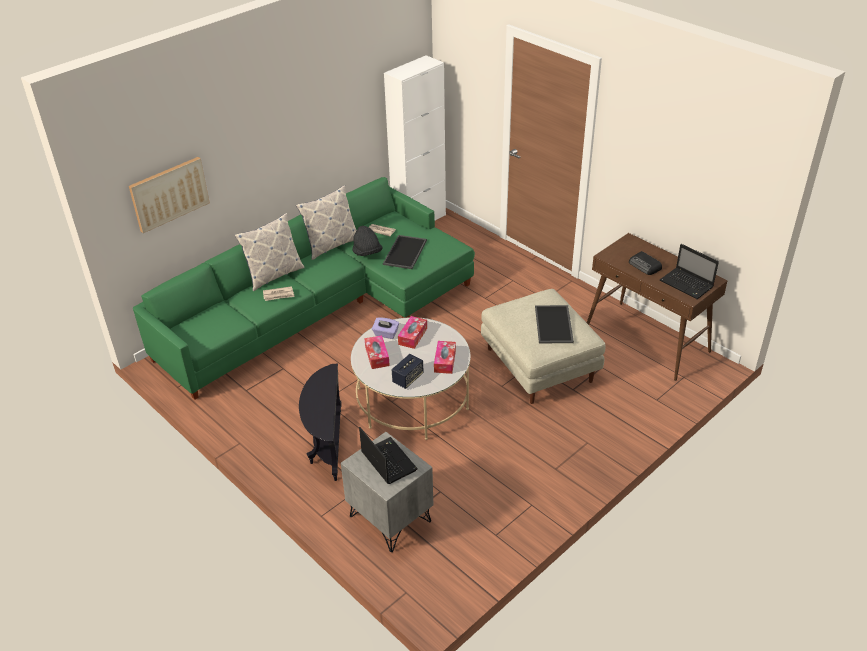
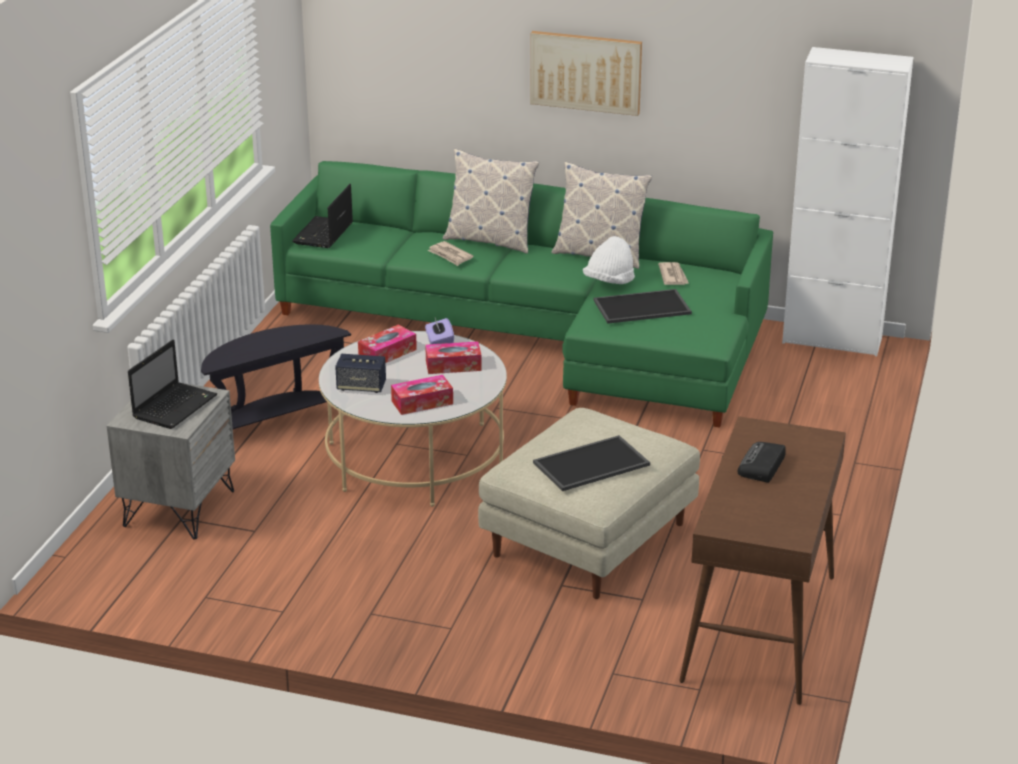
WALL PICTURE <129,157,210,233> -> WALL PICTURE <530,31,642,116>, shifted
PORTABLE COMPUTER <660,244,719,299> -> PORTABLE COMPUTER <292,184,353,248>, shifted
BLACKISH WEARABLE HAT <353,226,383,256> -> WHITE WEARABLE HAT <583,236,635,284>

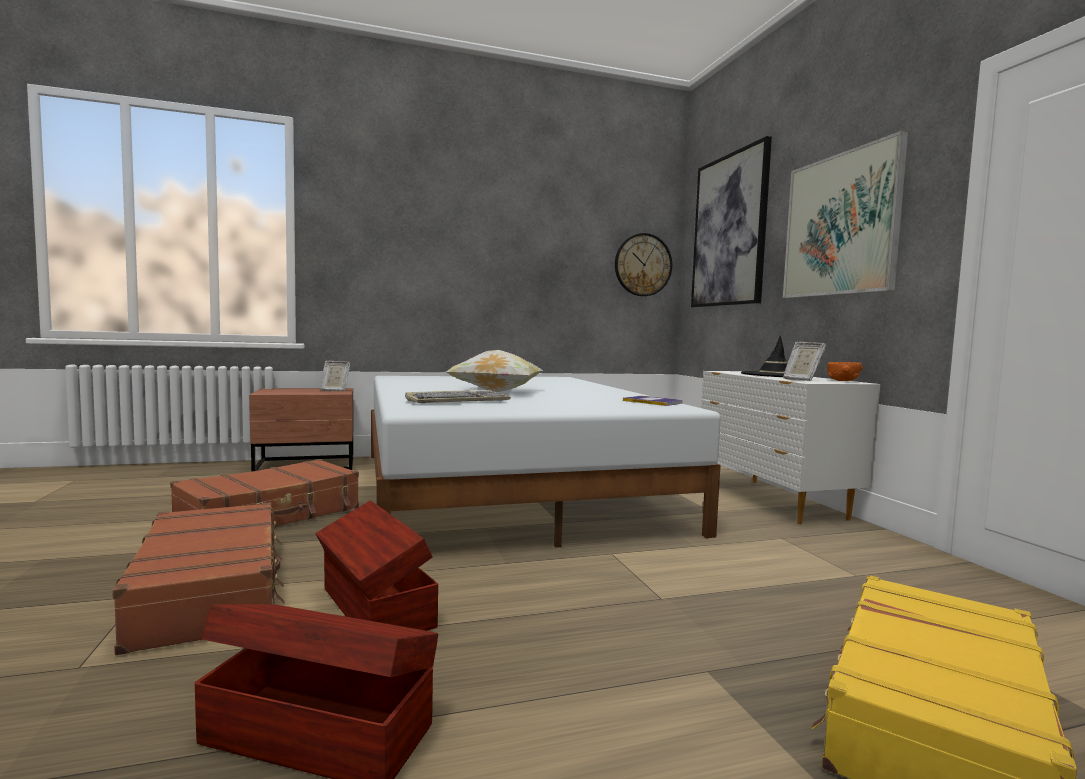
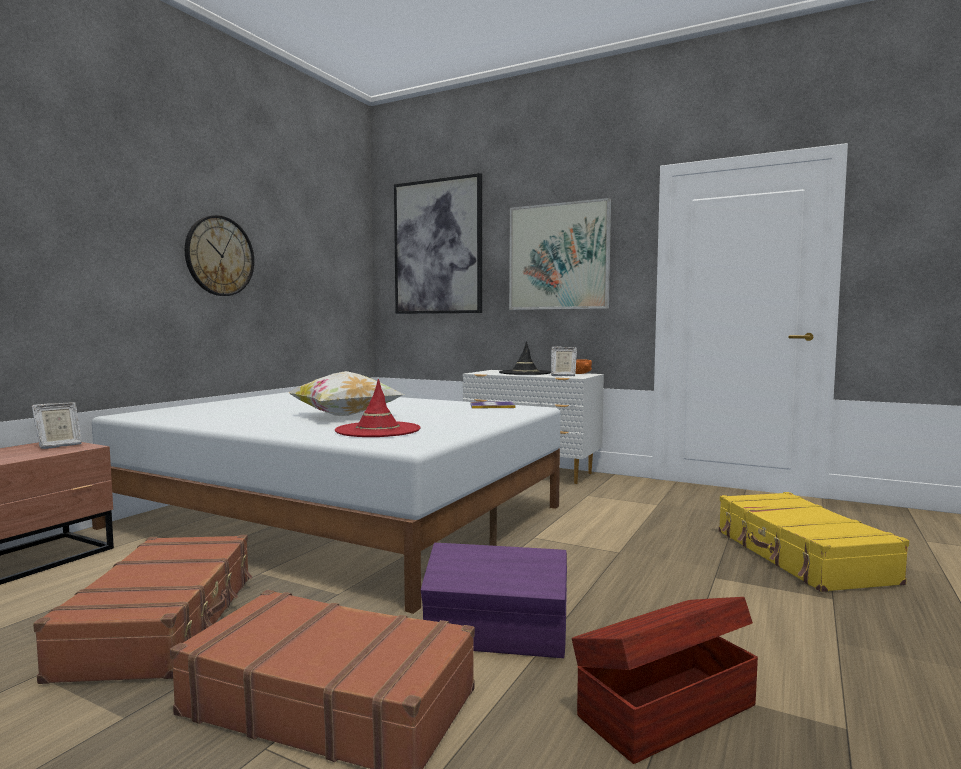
WALL CLOCK <615,233,672,296> -> WALL CLOCK <185,215,254,296>, shifted
COMPUTER KEYBOARD <405,390,511,403> -> REDDISH WEARABLE HAT <335,379,421,437>
BROWN-COLOURED STORAGE BOX <315,500,438,631> -> PURPLE STORAGE BOX <421,543,567,658>

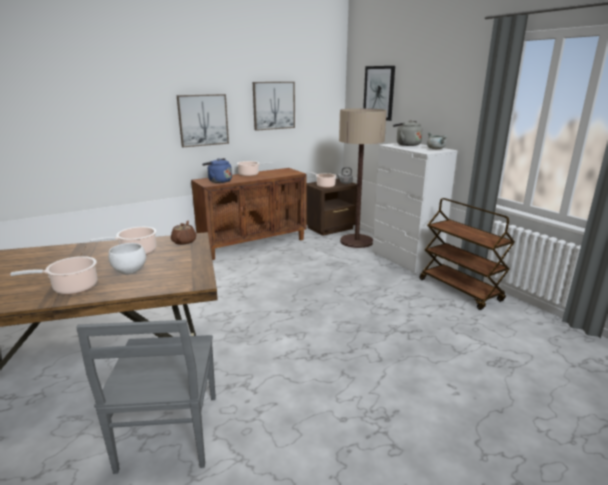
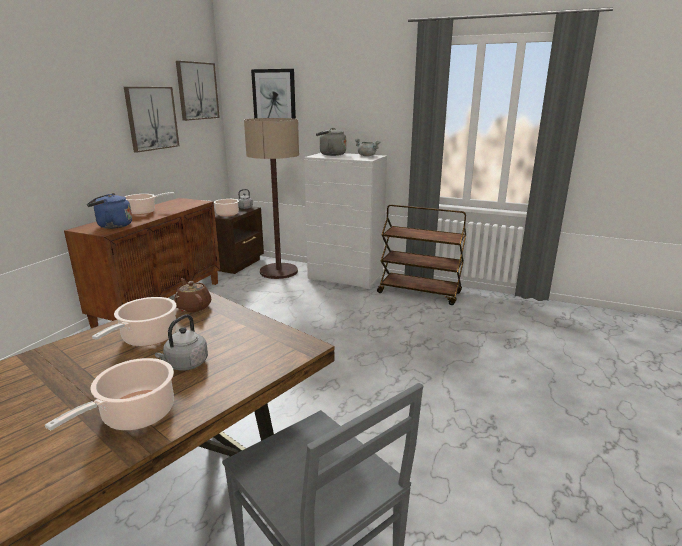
WALL PICTURE <177,94,229,147> -> WALL PICTURE <176,61,220,121>, shifted
WHITE BOWL <108,243,146,275> -> GREY TEA KETTLE <155,314,208,371>

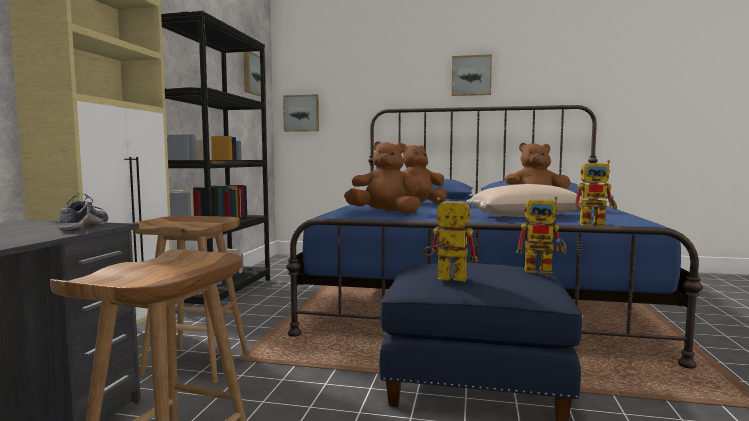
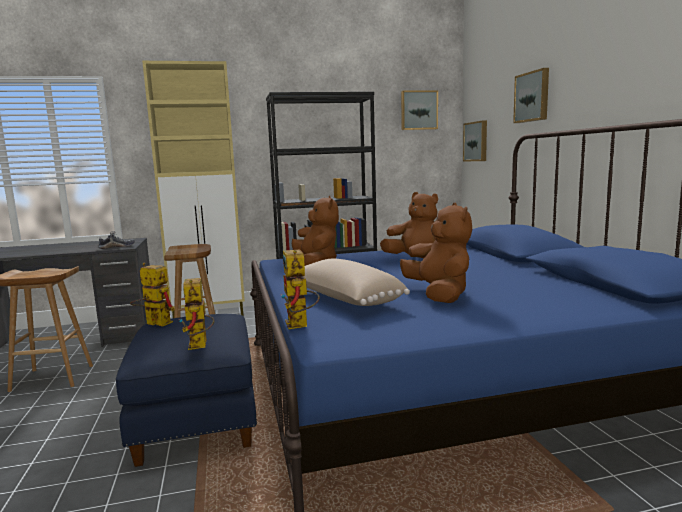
WALL PICTURE <452,54,492,96> -> WALL PICTURE <513,68,549,123>, shifted
MODEL ROBOT <421,197,478,282> -> MODEL ROBOT <130,263,175,327>, 60 degrees counterclockwise

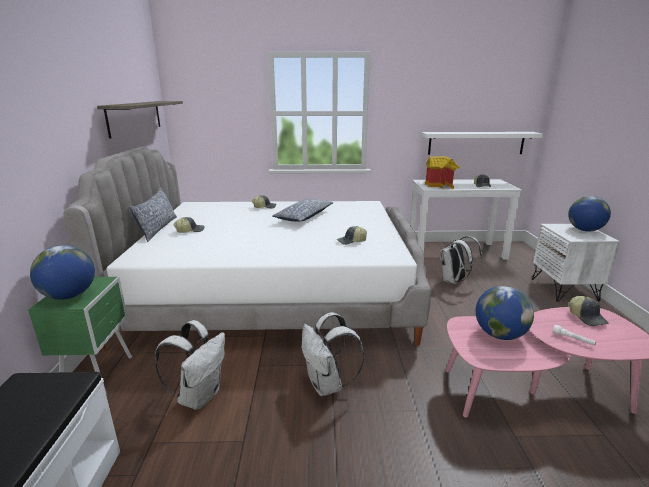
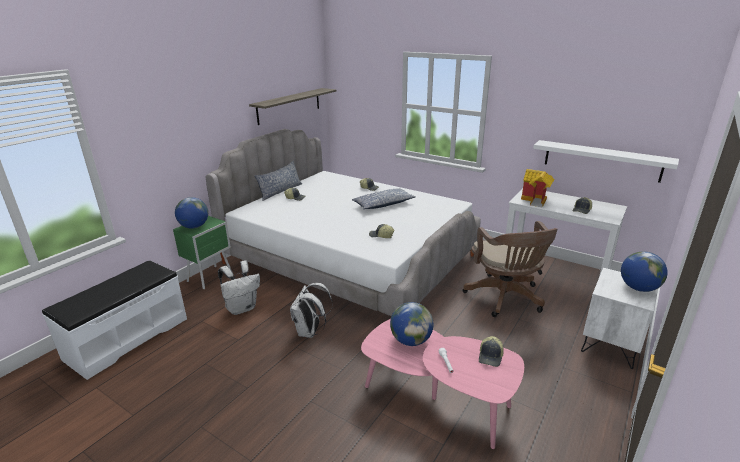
WHITE BACKPACK <440,236,482,284> -> BROWN-COLOURED OFFICE CHAIR <463,221,558,317>

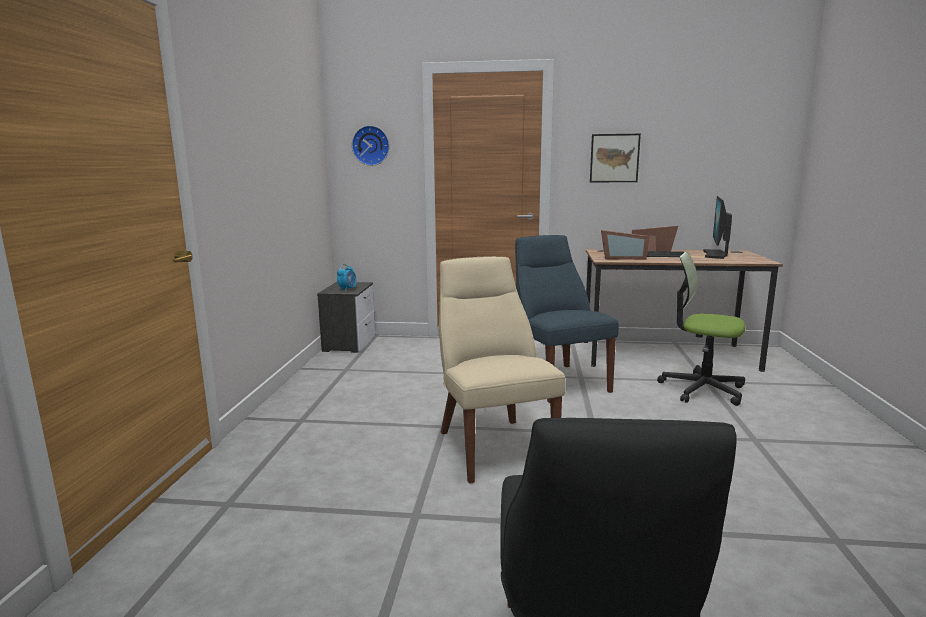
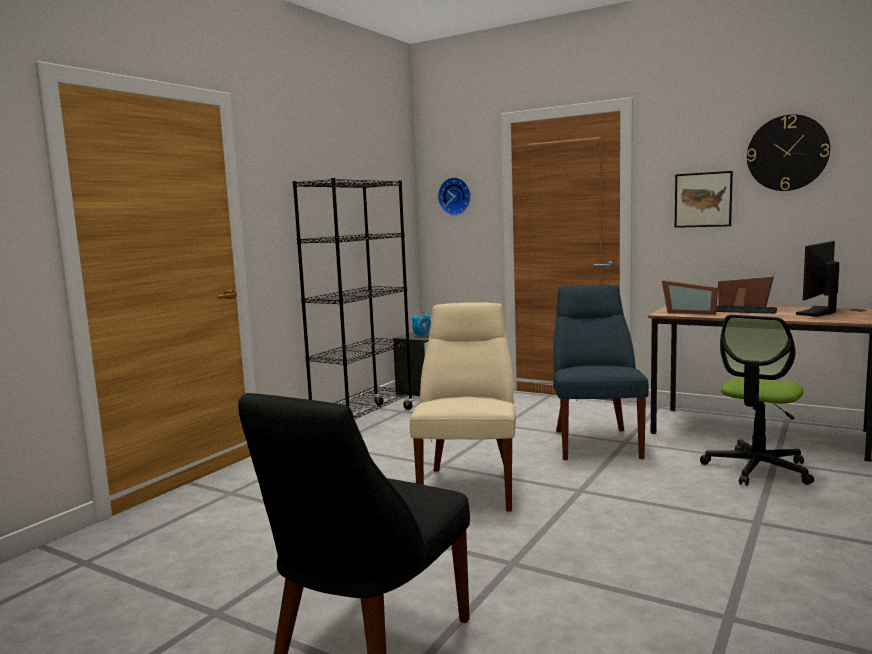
none -> BLACKISH SHELVING UNIT <293,178,413,419>
none -> WALL CLOCK <747,114,830,191>
OFFICE CHAIR <657,252,745,406> -> OFFICE CHAIR <700,315,814,486>, 105 degrees counterclockwise

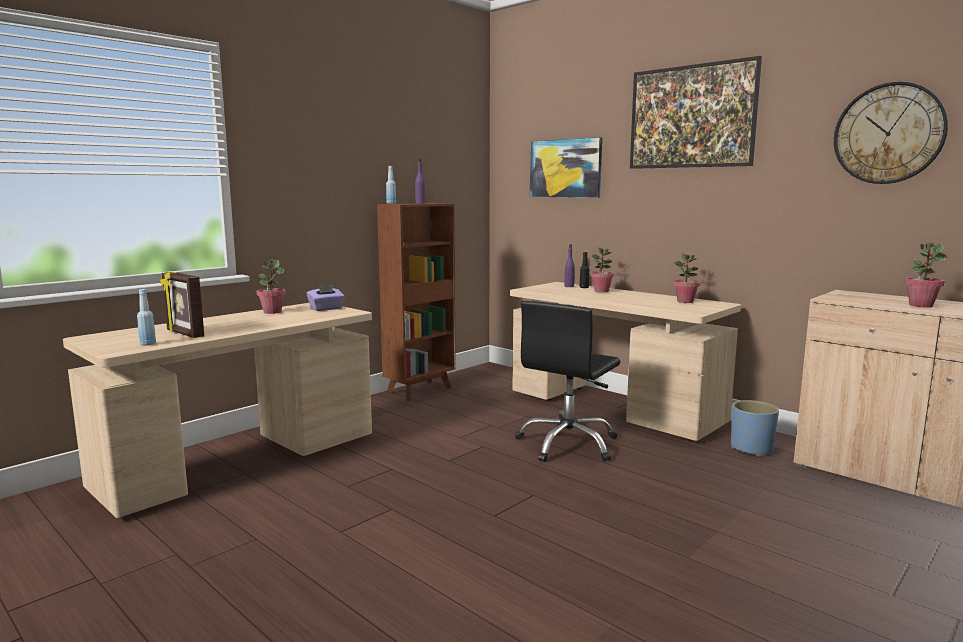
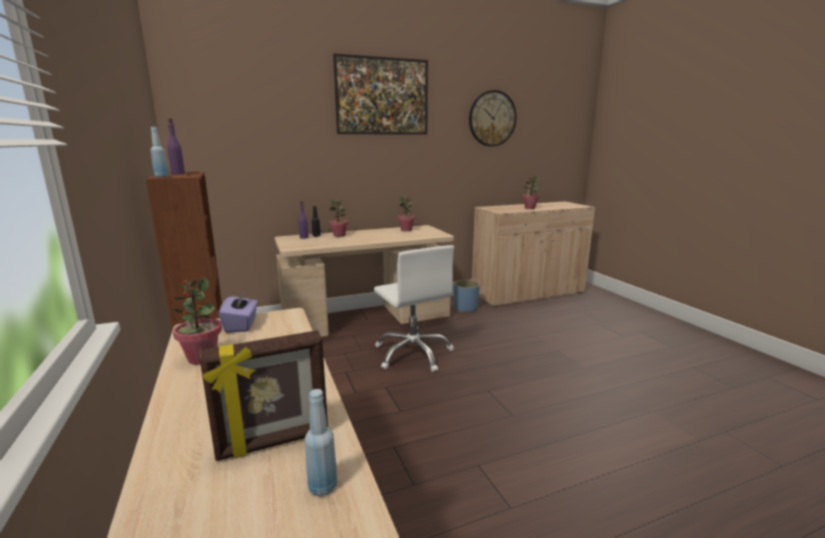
WALL PICTURE <530,137,602,198> -> none
BLACKISH OFFICE CHAIR <515,301,620,462> -> WHITE OFFICE CHAIR <374,245,454,372>

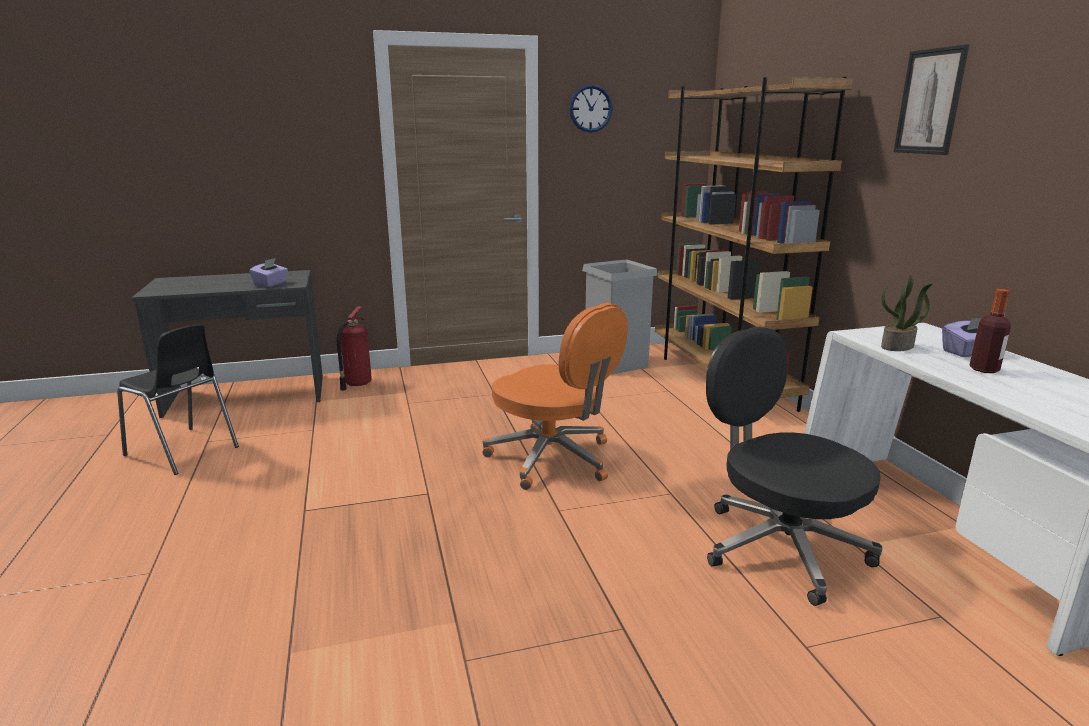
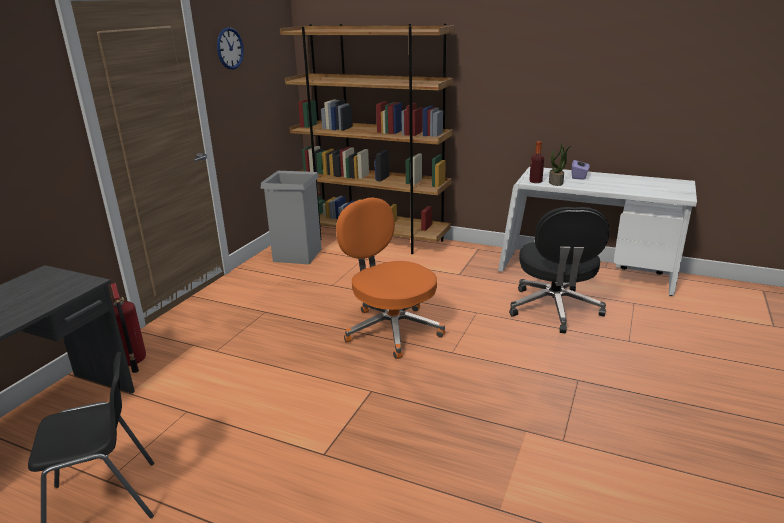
PURPLE TISSUE HOLDER <249,258,288,287> -> none
WALL PICTURE <894,44,969,155> -> none
BOTTLE <969,289,1011,373> -> BOTTLE <529,141,544,183>, shifted
ORANGE-COLOURED OFFICE CHAIR <483,303,628,490> -> ORANGE-COLOURED OFFICE CHAIR <336,197,445,359>, 120 degrees counterclockwise
BLACKISH OFFICE CHAIR <706,327,883,606> -> BLACKISH OFFICE CHAIR <509,207,609,334>, 90 degrees counterclockwise

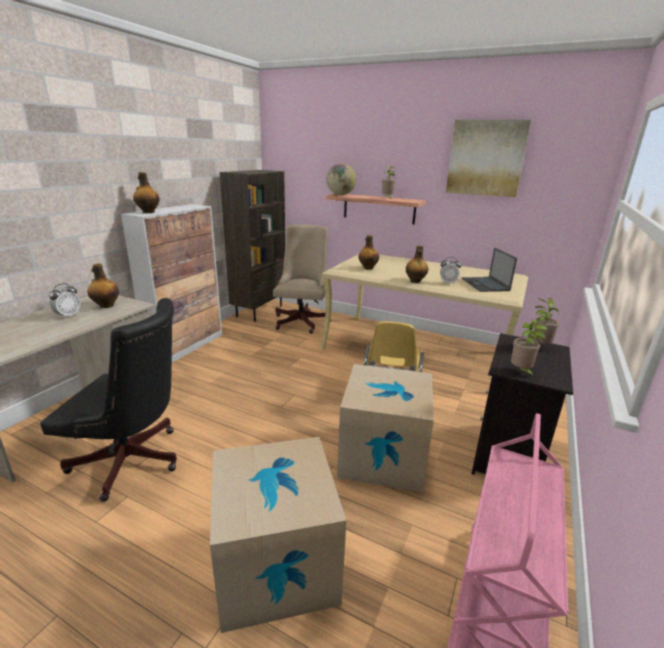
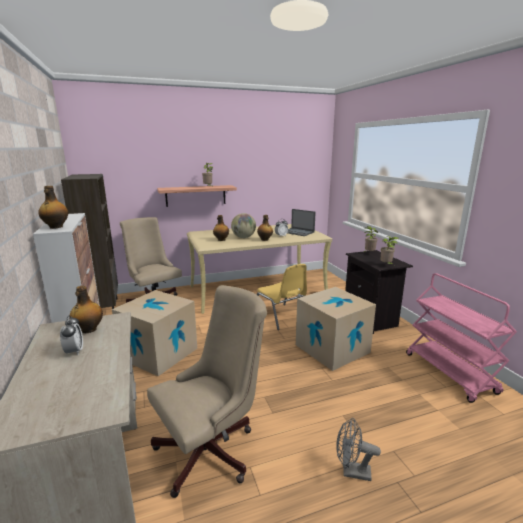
WALL PICTURE <446,120,531,197> -> none
none -> GREY COOLING FAN <336,418,381,481>
CARDBOARD BOX <210,437,347,633> -> CARDBOARD BOX <112,290,197,376>, shifted
GLOBE <326,163,356,195> -> GLOBE <231,213,256,238>, shifted
BLACKISH OFFICE CHAIR <40,298,177,502> -> BEIGE OFFICE CHAIR <147,285,267,498>

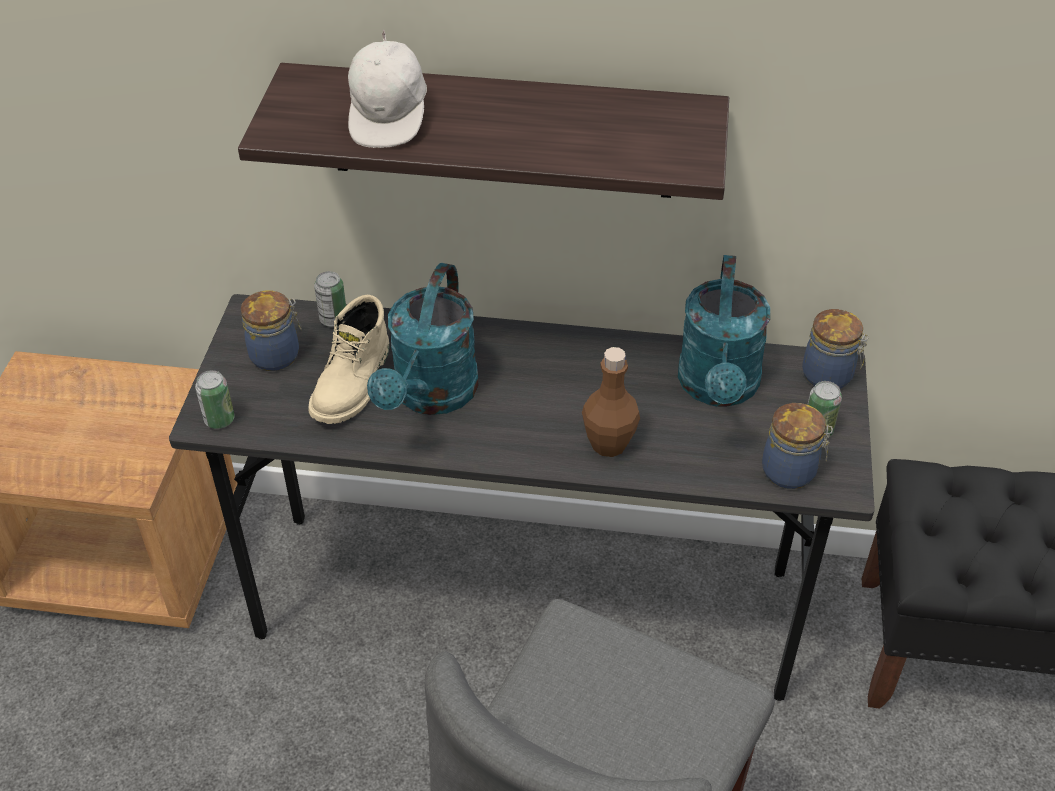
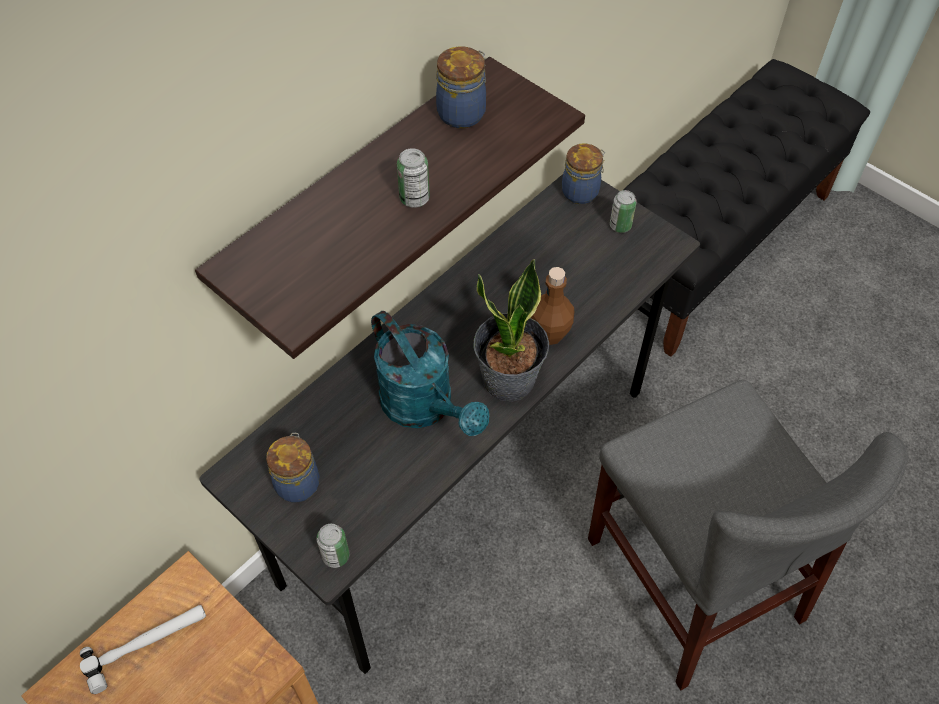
BEIGE BOOT <309,295,389,424> -> none
WHITE PEAKED CAP <348,30,427,148> -> none
TURQUOISE WATERING CAN <678,255,770,407> -> none
none -> HAMMER <80,605,206,694>
none -> HOUSEPLANT <473,259,549,402>
METAL CAN <314,271,346,327> -> METAL CAN <397,148,430,208>, shifted
STORAGE JAR <762,403,833,489> -> STORAGE JAR <436,46,486,128>, shifted

